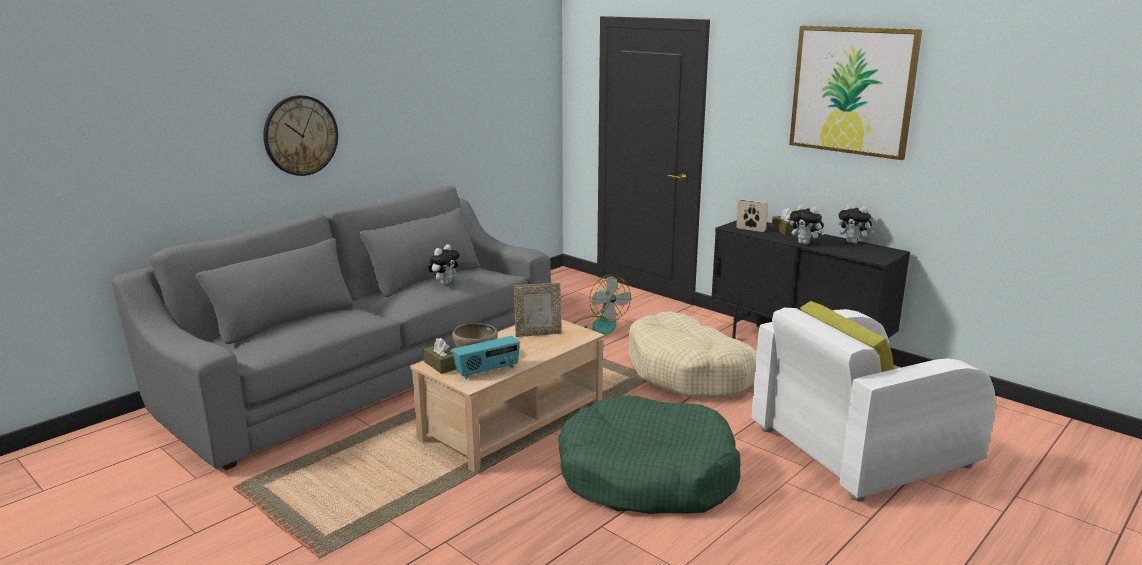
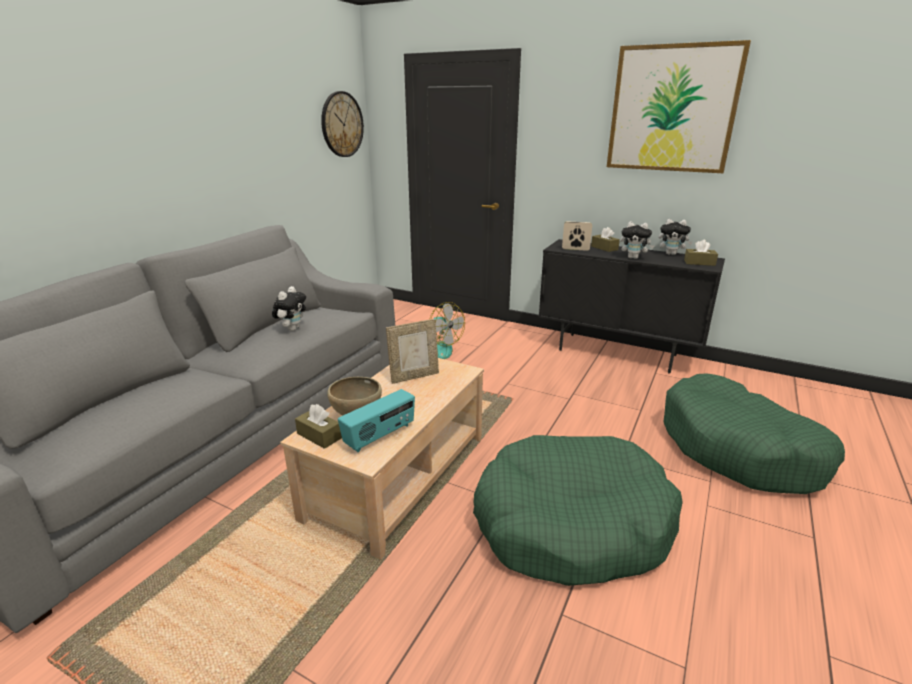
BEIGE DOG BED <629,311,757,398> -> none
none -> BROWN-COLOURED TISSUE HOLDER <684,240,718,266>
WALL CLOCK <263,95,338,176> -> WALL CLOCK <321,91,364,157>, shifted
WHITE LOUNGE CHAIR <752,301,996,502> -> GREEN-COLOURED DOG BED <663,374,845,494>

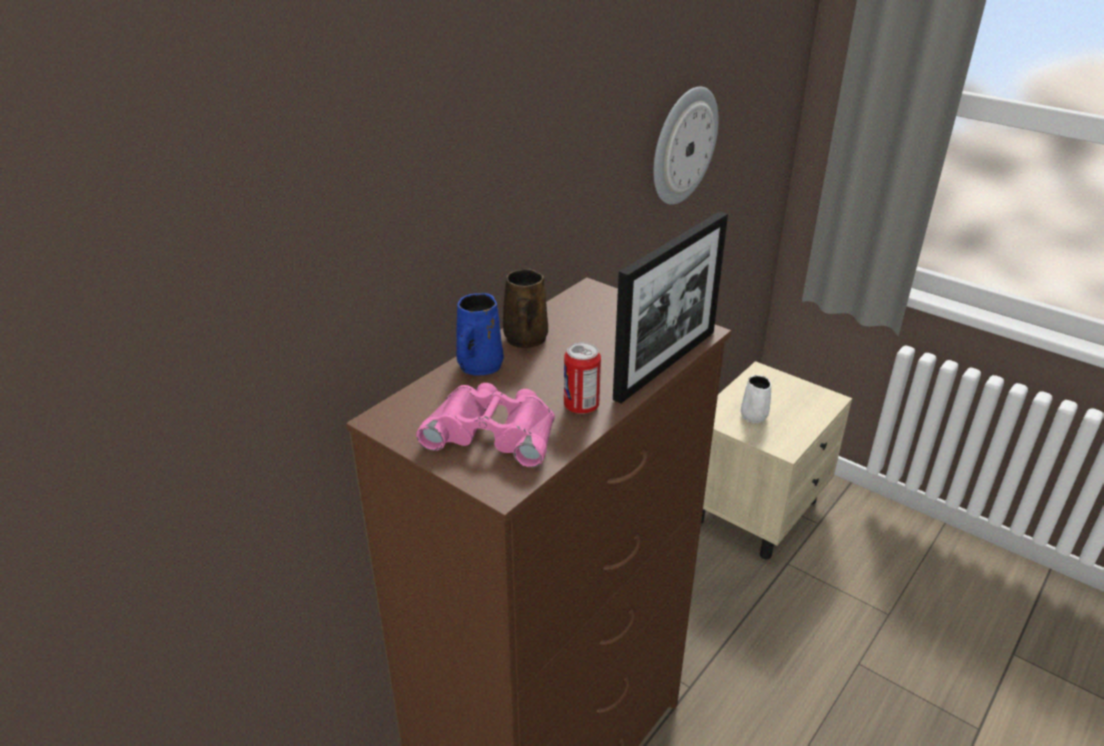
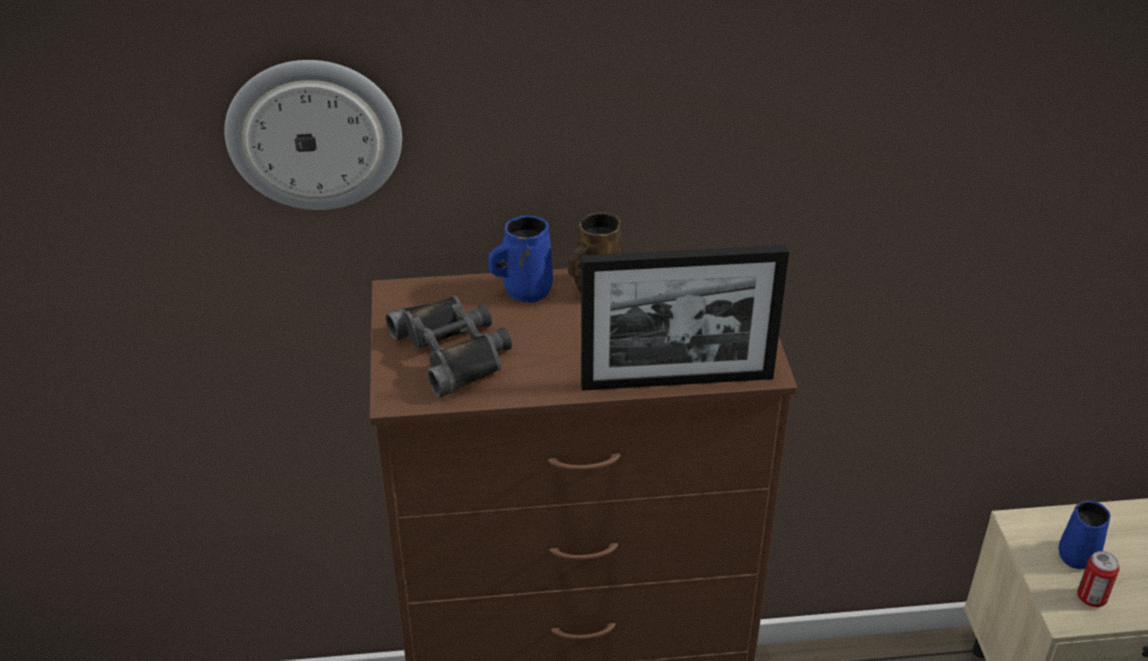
METAL CAN <564,342,601,414> -> METAL CAN <1077,551,1120,607>, shifted
WALL CLOCK <653,87,719,205> -> WALL CLOCK <224,60,402,210>, shifted
PINK PAIR OF BINOCULARS <416,383,555,468> -> BLACKISH PAIR OF BINOCULARS <386,295,512,398>
WHITE TEA MUG <741,375,771,423> -> BLUE-COLOURED TEA MUG <1059,501,1110,569>

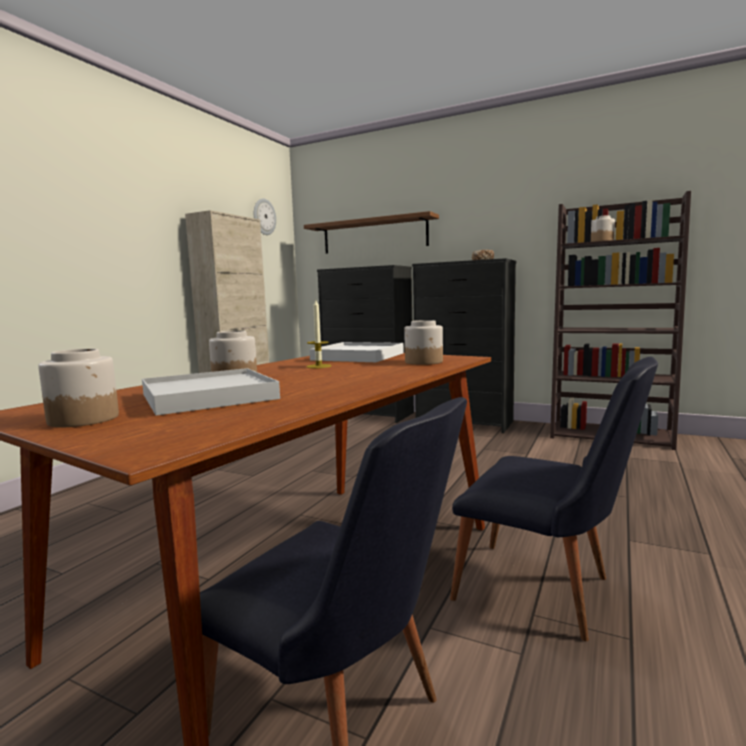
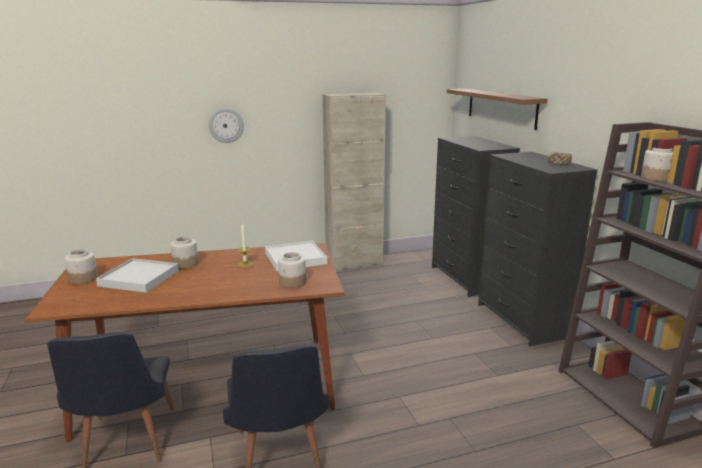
WALL CLOCK <254,198,276,235> -> WALL CLOCK <209,108,244,143>, shifted

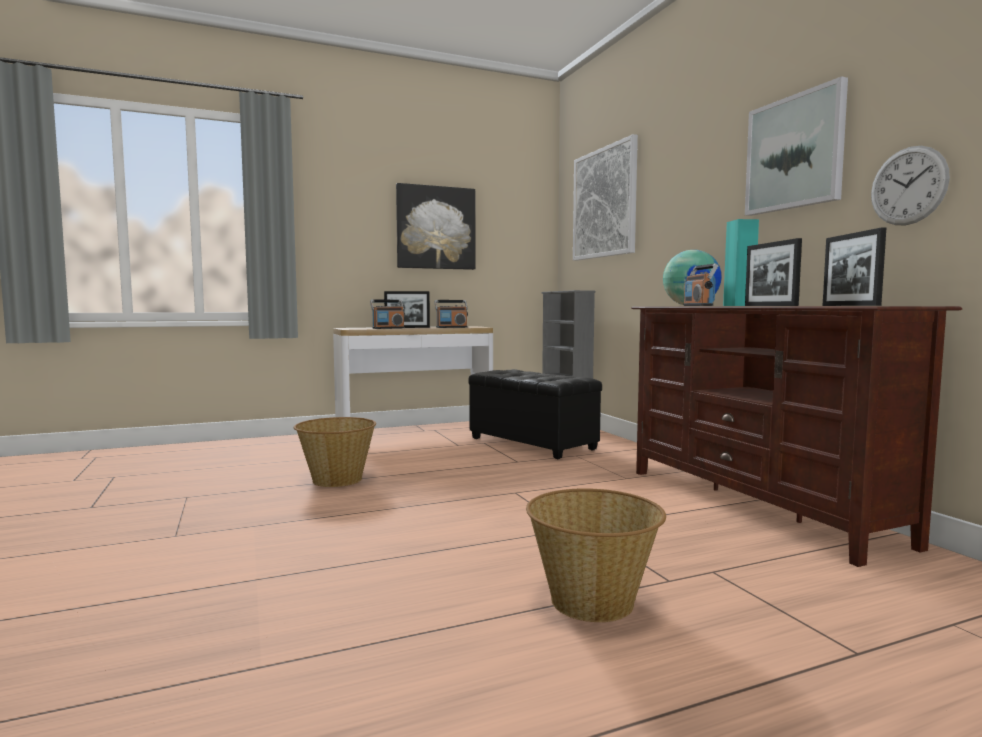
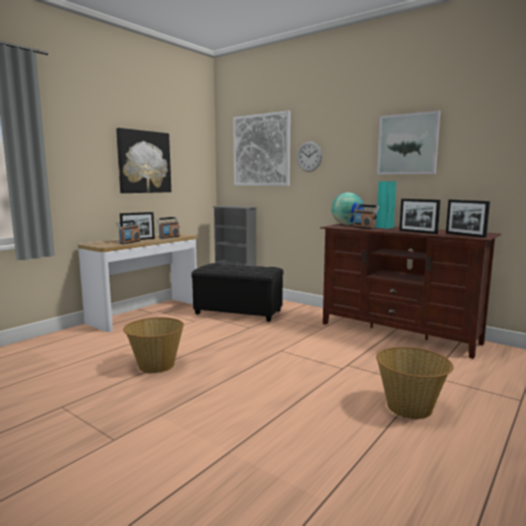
WALL CLOCK <871,146,950,225> -> WALL CLOCK <297,141,322,172>, shifted

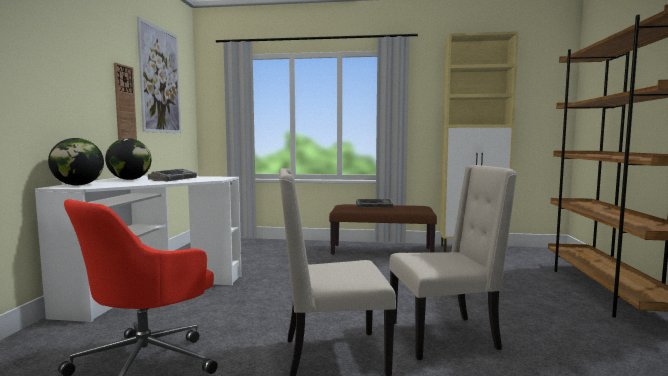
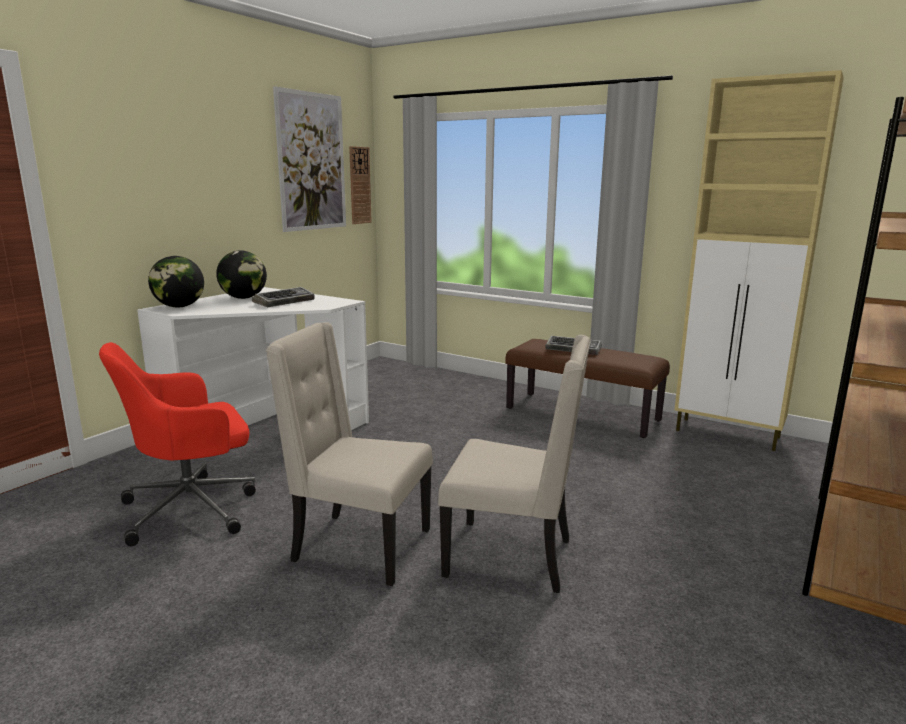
WALL CLOCK <114,63,137,140> -> WALL CLOCK <349,146,372,224>, shifted

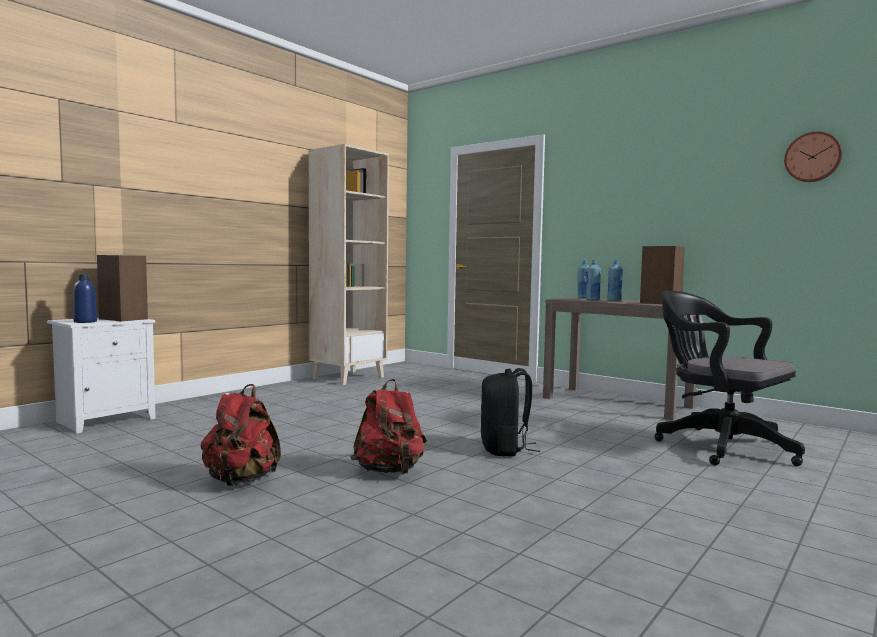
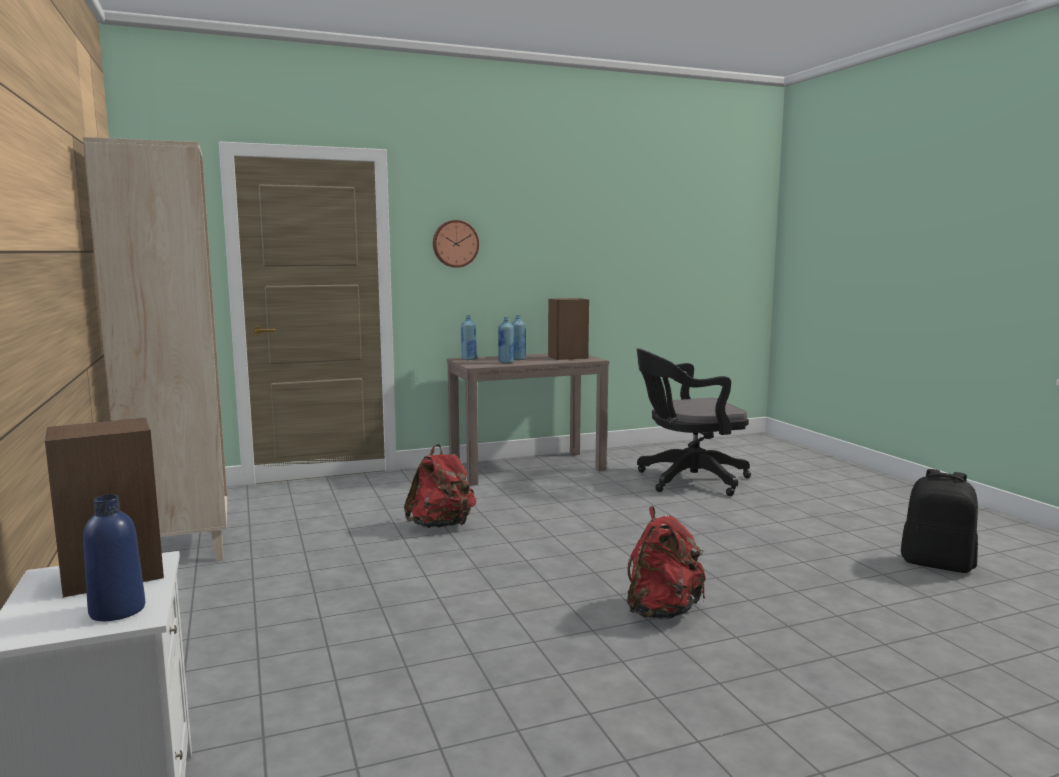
REDDISH BACKPACK <201,384,281,486> -> REDDISH BACKPACK <404,444,476,528>, shifted
BLACKISH BACKPACK <481,368,540,457> -> BLACKISH BACKPACK <901,469,978,573>, shifted
WALL CLOCK <784,131,842,182> -> WALL CLOCK <433,220,479,268>, shifted

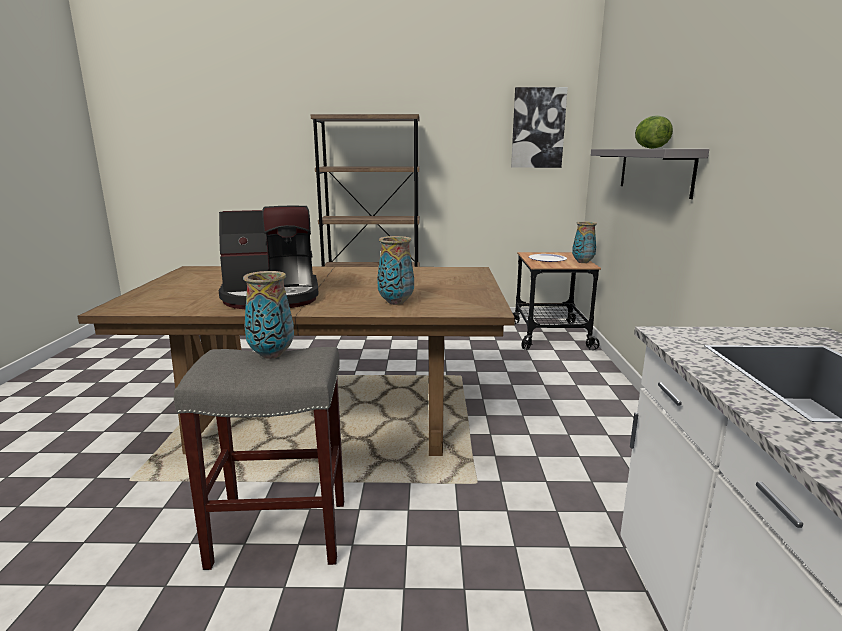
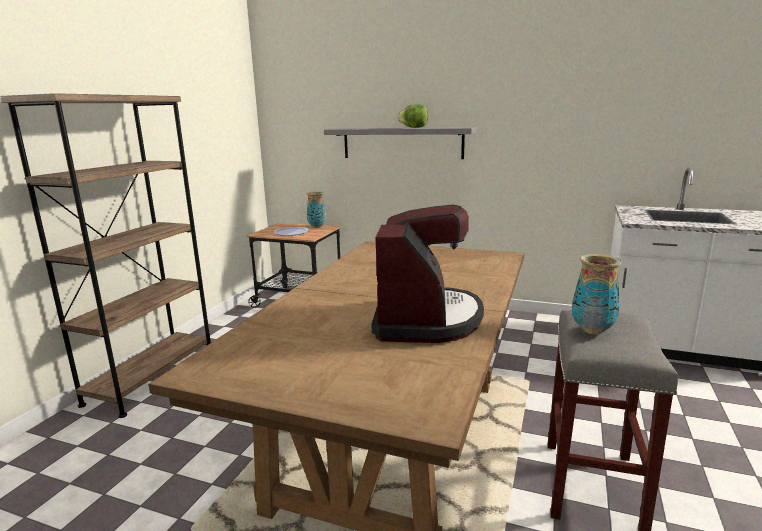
DECORATIVE VASE <377,236,414,305> -> none
WALL PICTURE <511,87,568,168> -> none

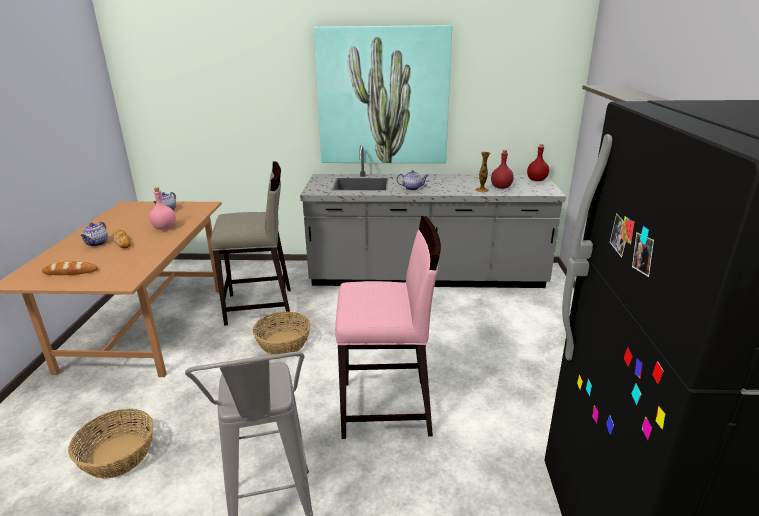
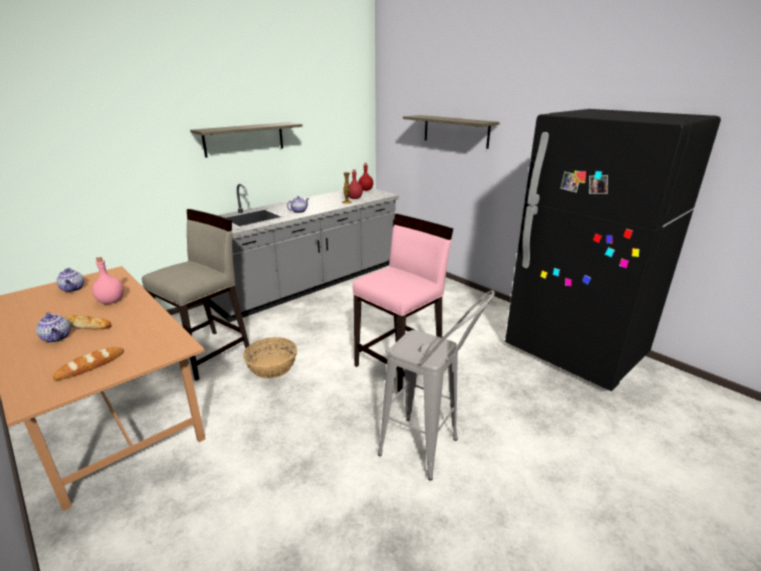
HOUSEHOLD BASKET <68,408,154,479> -> none
WALL PICTURE <313,25,452,163> -> SHELF <190,122,303,158>

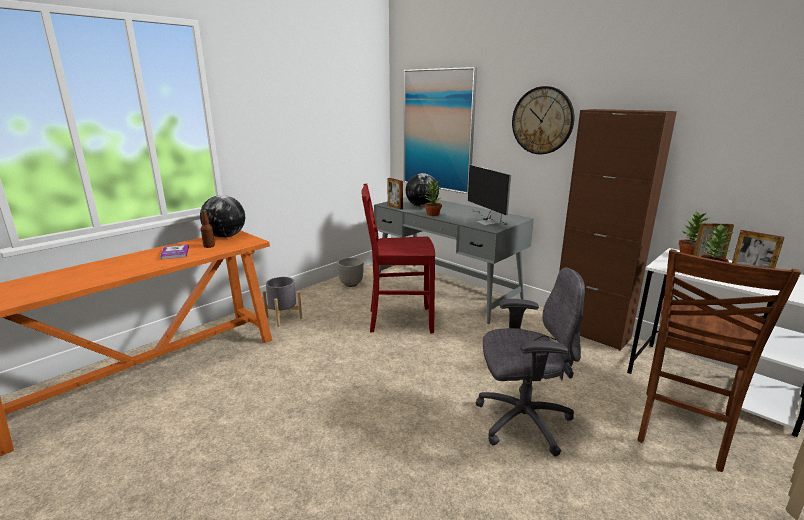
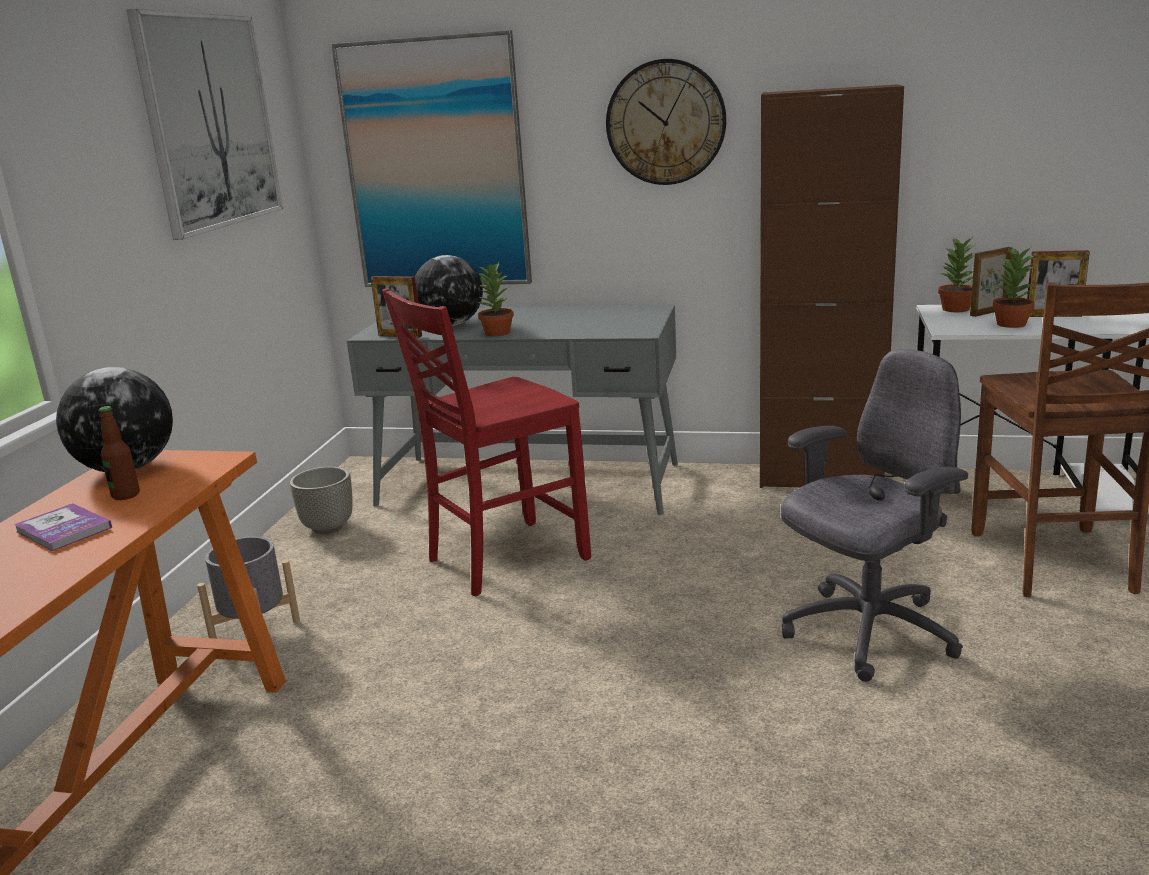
COMPUTER DISPLAY <468,165,511,226> -> none
none -> WALL PICTURE <127,9,283,240>

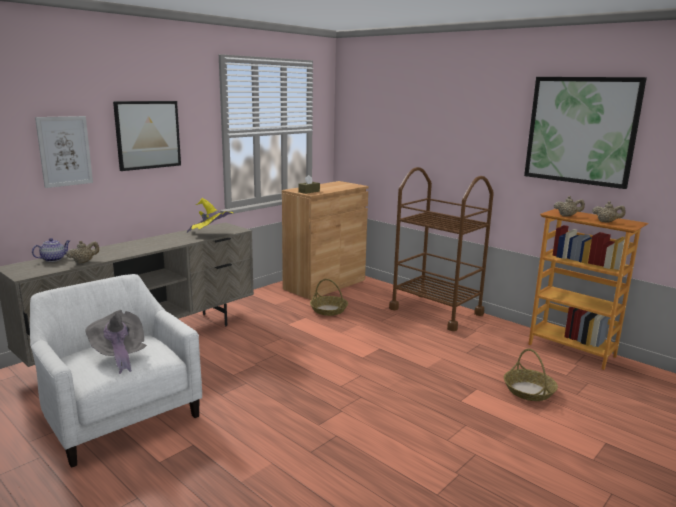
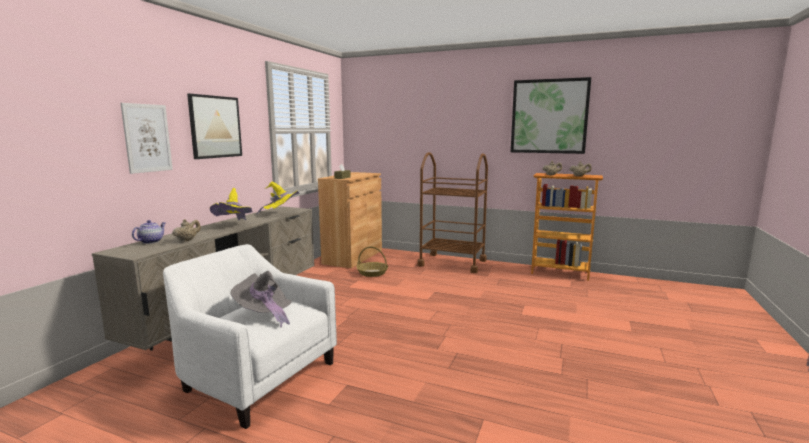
HOUSEHOLD BASKET <504,349,558,401> -> none
none -> YELLOWISH WEARABLE HAT <210,188,253,220>

